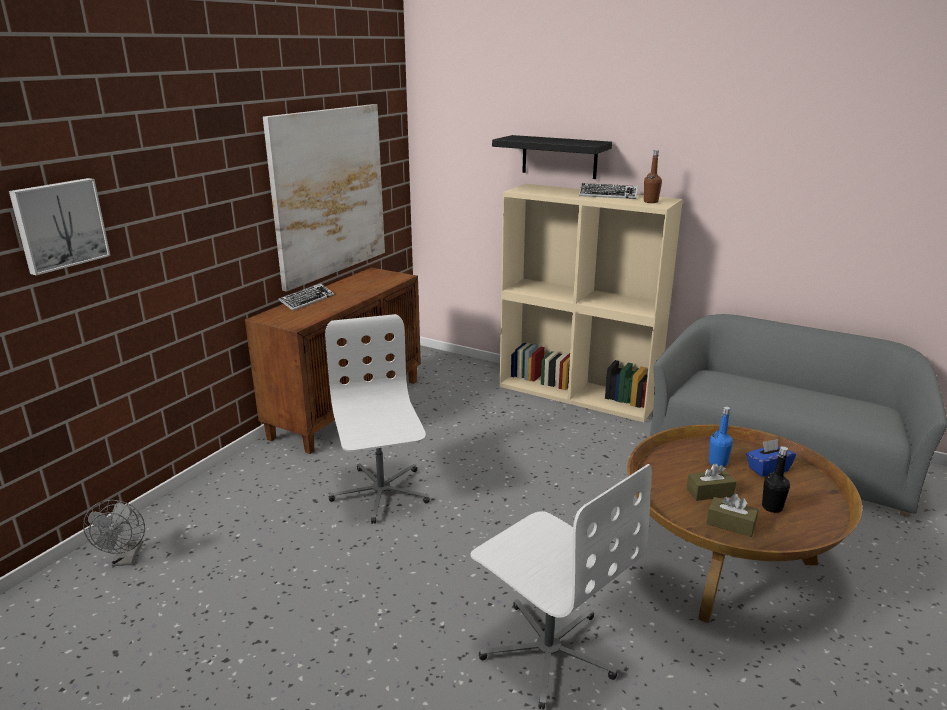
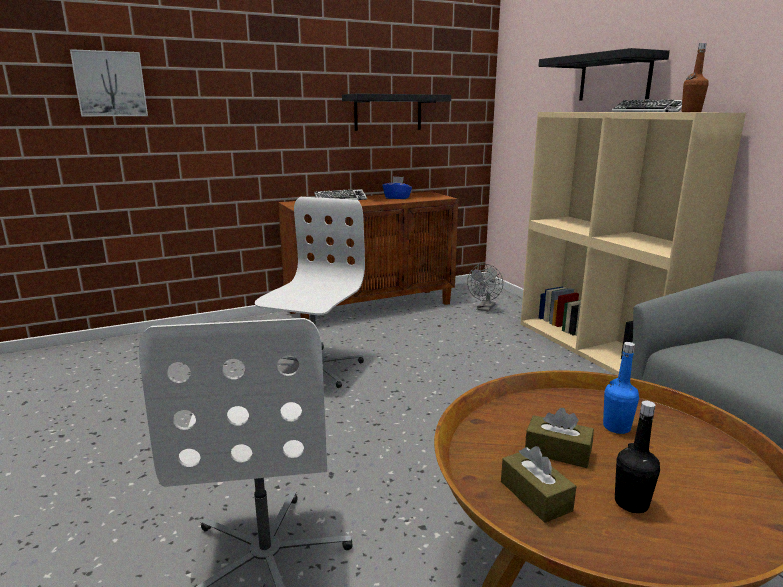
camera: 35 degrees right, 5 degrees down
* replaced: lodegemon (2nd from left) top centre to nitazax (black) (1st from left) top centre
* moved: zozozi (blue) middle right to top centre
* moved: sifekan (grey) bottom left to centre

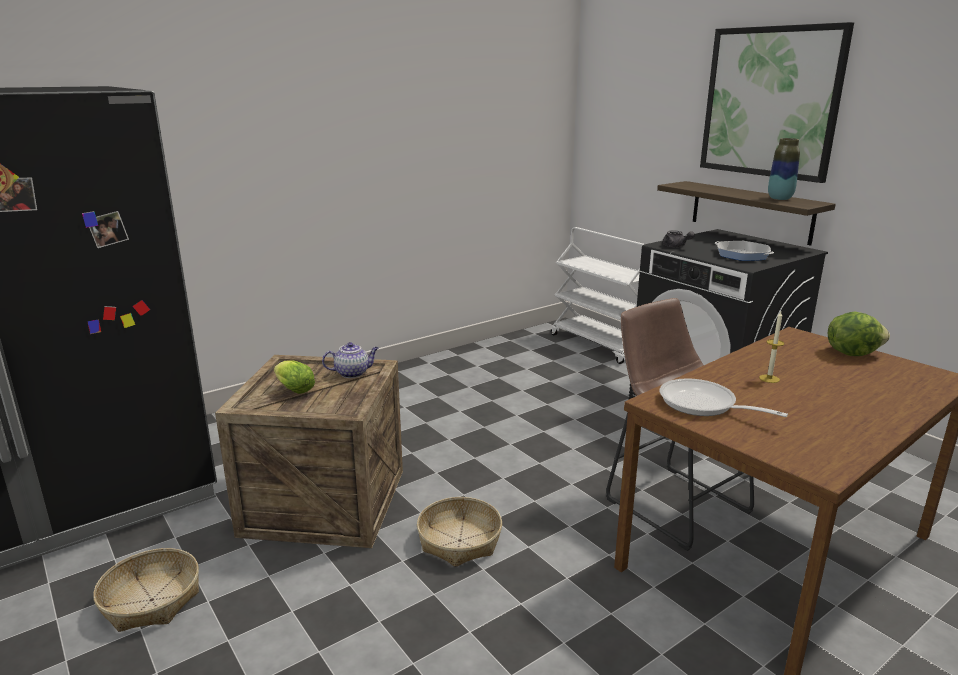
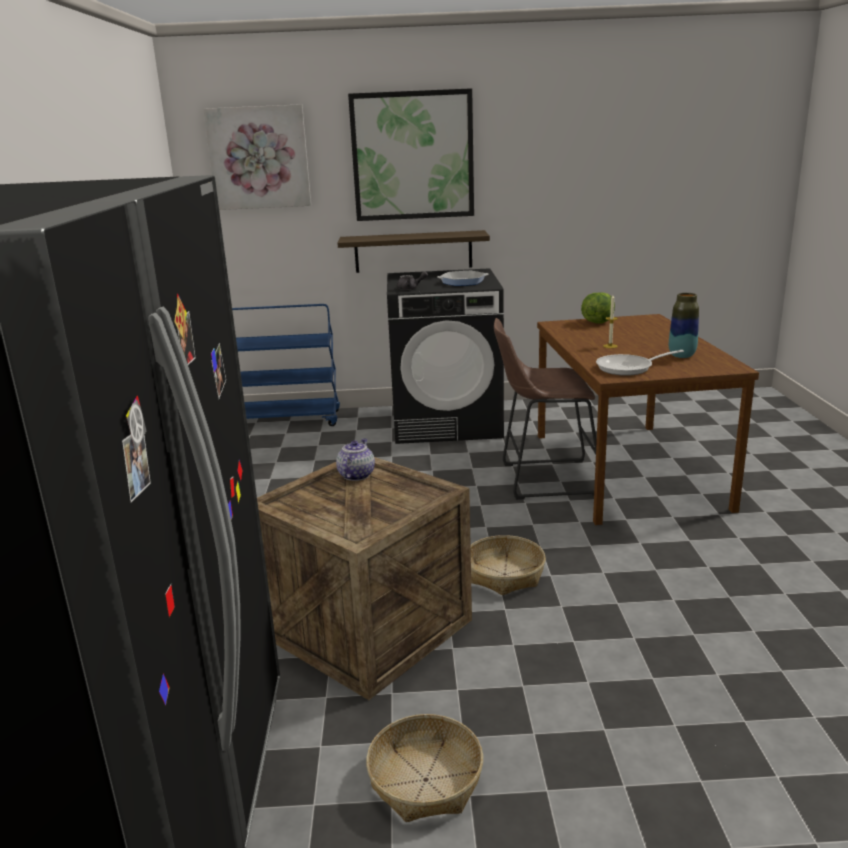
camera: 55 degrees left, 0 degrees up
* moved: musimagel top right to middle right
* recoloured: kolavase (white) centre to kolavase (blue) centre
* removed: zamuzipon (1st from left) middle left
* added: lodegemon (1st from left) top left

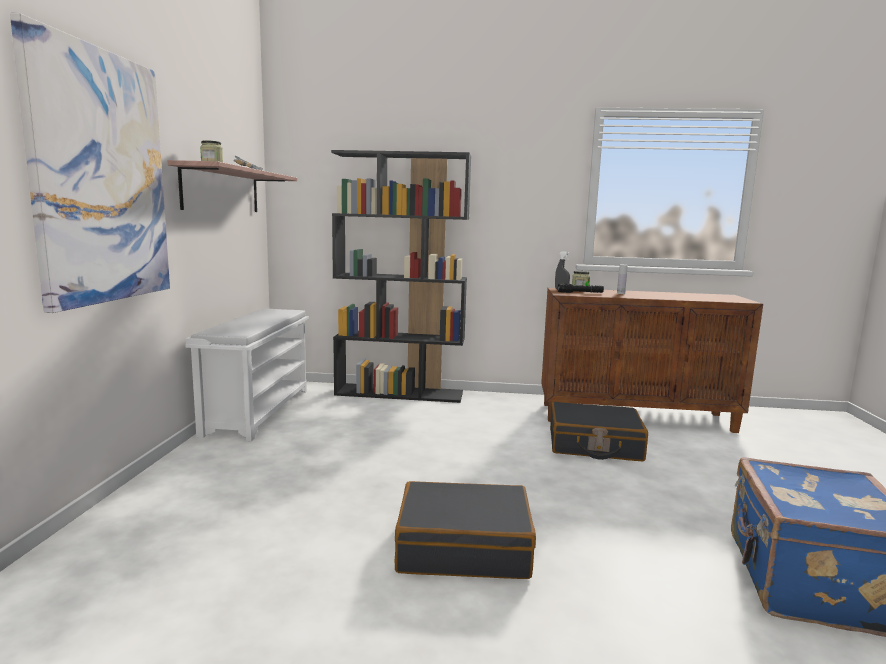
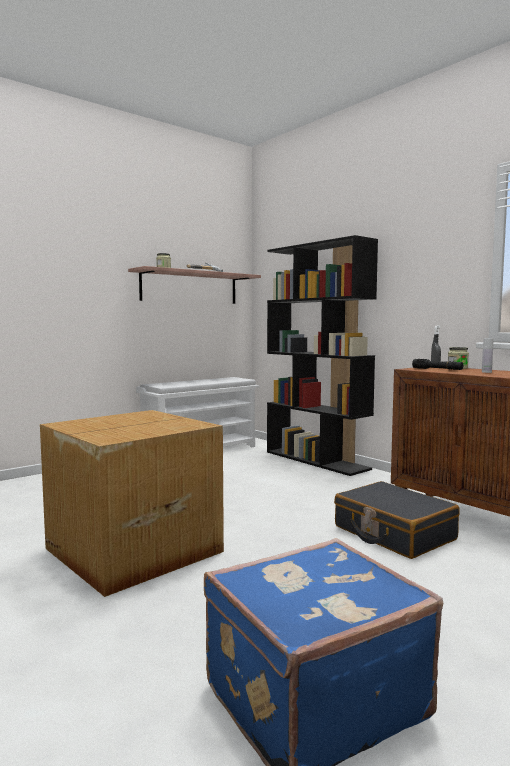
camera: 45 degrees right, 5 degrees down
* removed: lodegemon top left
* replaced: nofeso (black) (1st from left) bottom centre to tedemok middle left

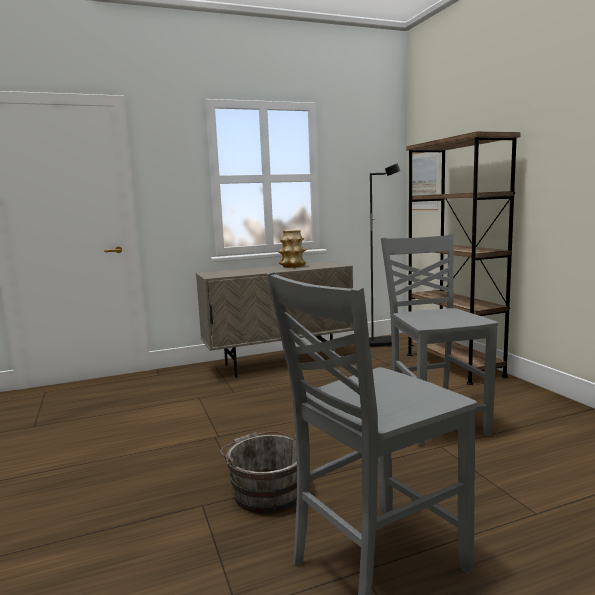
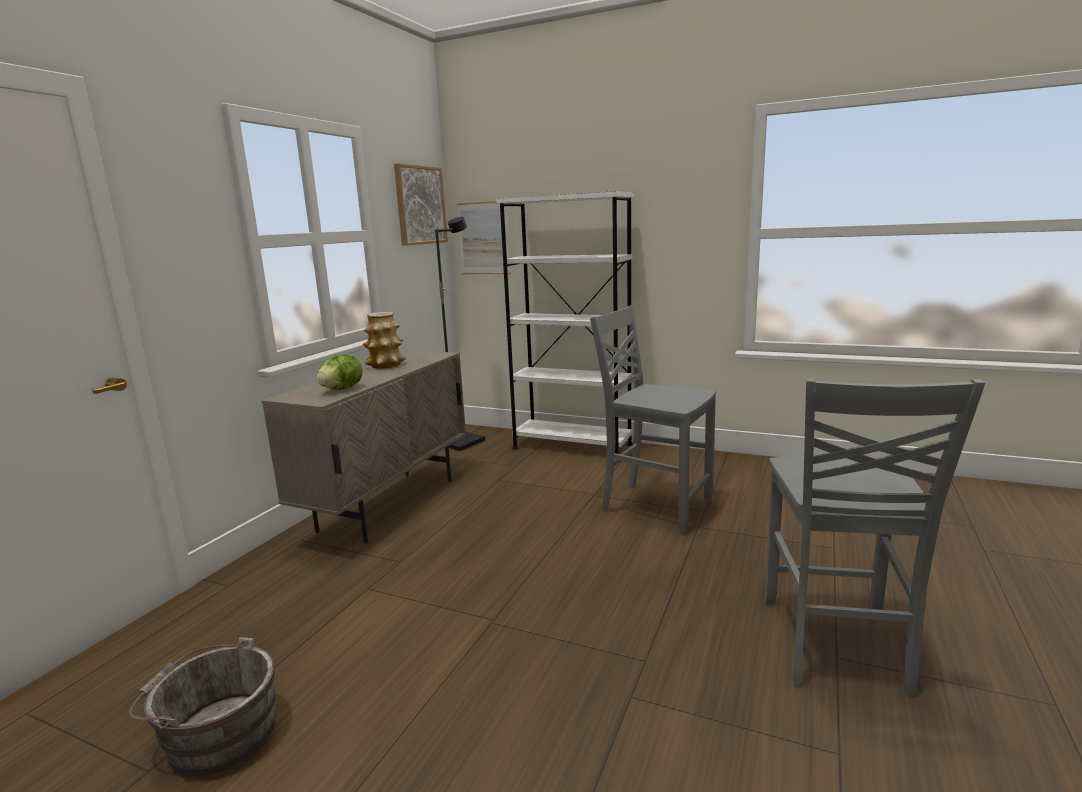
camera: 45 degrees left, 5 degrees up
* recoloured: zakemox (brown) middle right to zakemox (white) centre
* moved: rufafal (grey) bottom centre to bottom left
* added: lodegemon (1st from left) top centre
* added: zamuzipon middle left

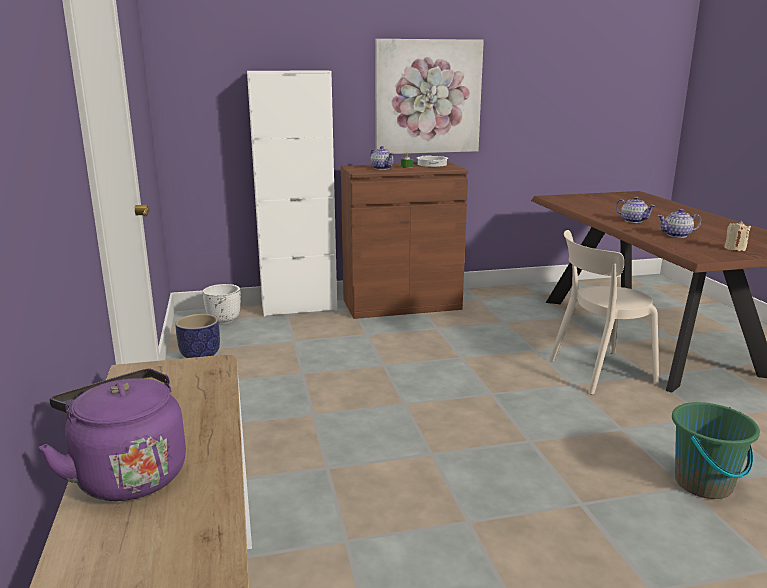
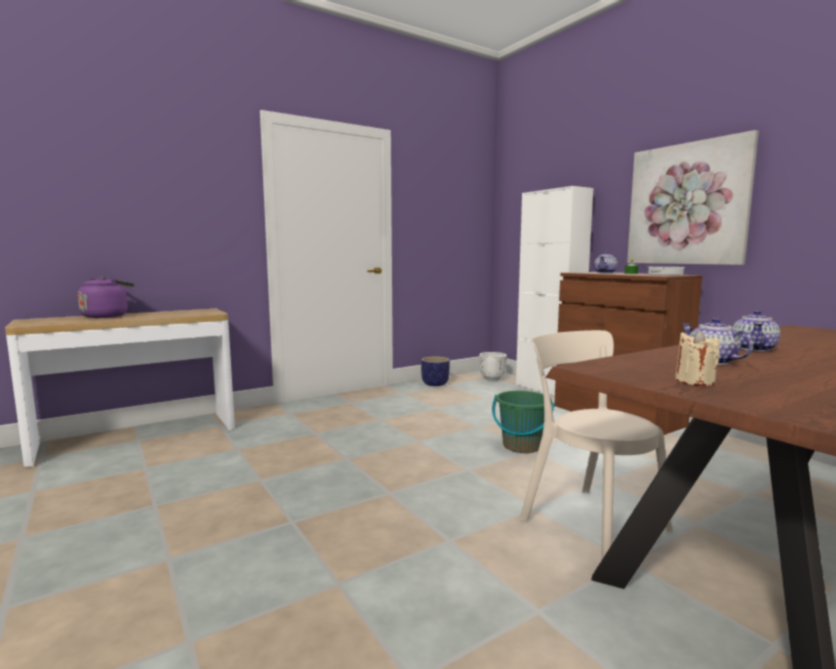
camera: 70 degrees right, 10 degrees down
* moved: rufafal (green) bottom right to centre

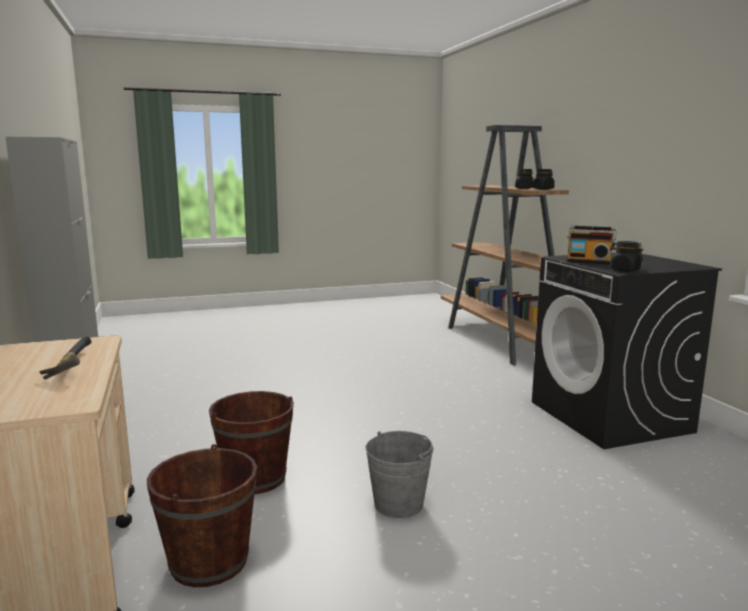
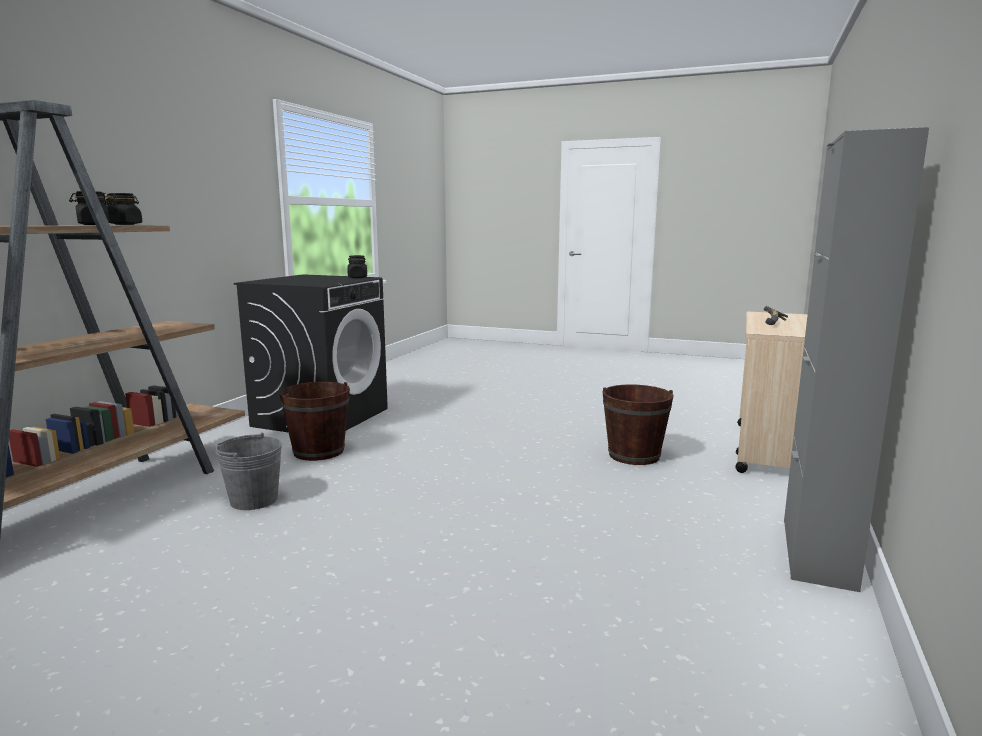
camera: 140 degrees left, 0 degrees up
* removed: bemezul middle right
* moved: rufafal (grey) bottom centre to middle left
* moved: rufafal (brown) (1st from left) bottom left to middle left

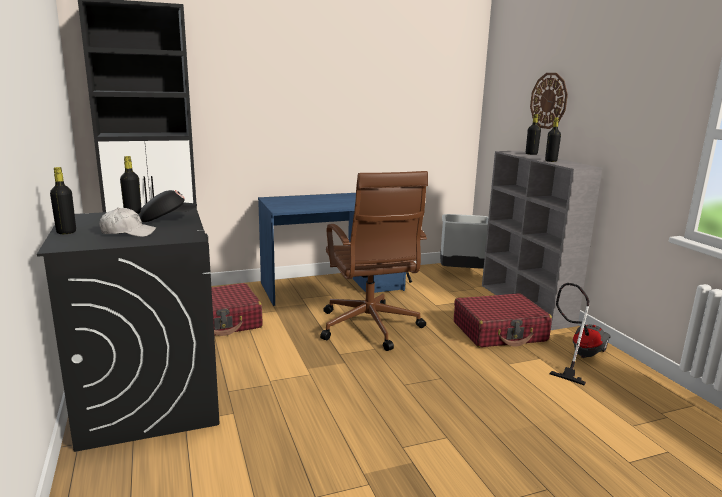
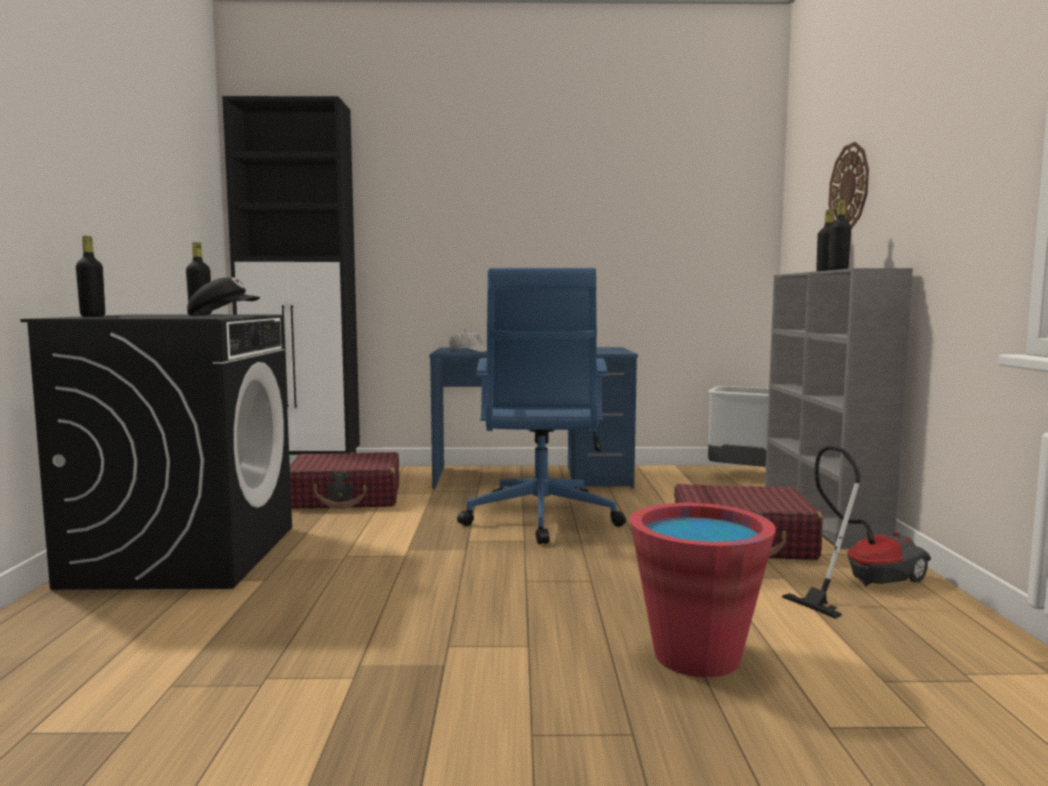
camera: 20 degrees right, 10 degrees down
* recoloured: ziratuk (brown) centre to ziratuk (blue) centre
* moved: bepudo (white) middle left to centre
* added: rufafal (red) bottom right

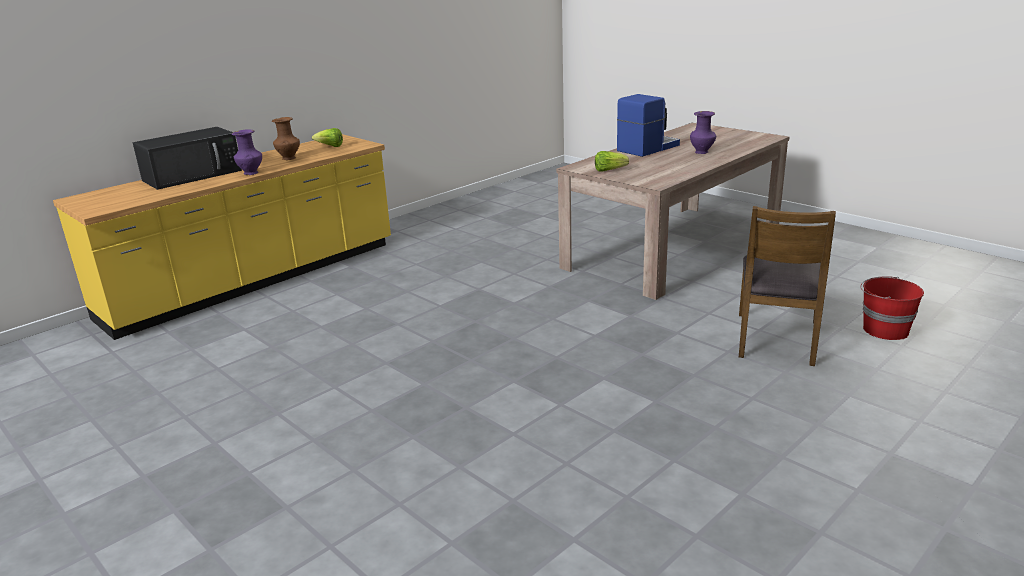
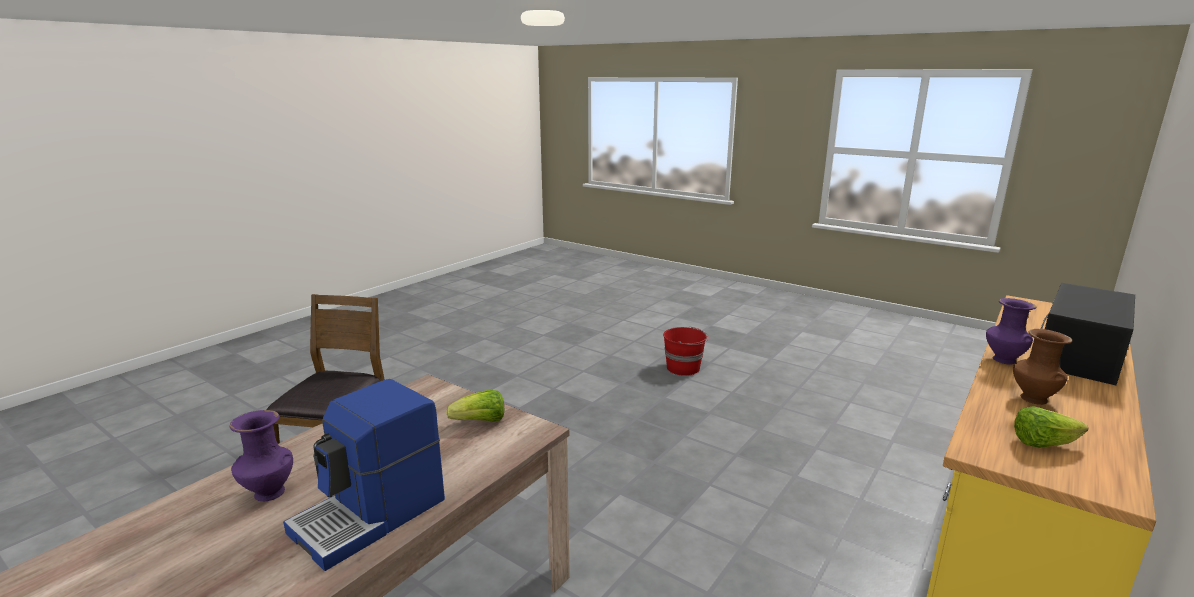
camera: 170 degrees right, 5 degrees down
* moved: rufafal (red) middle right to centre

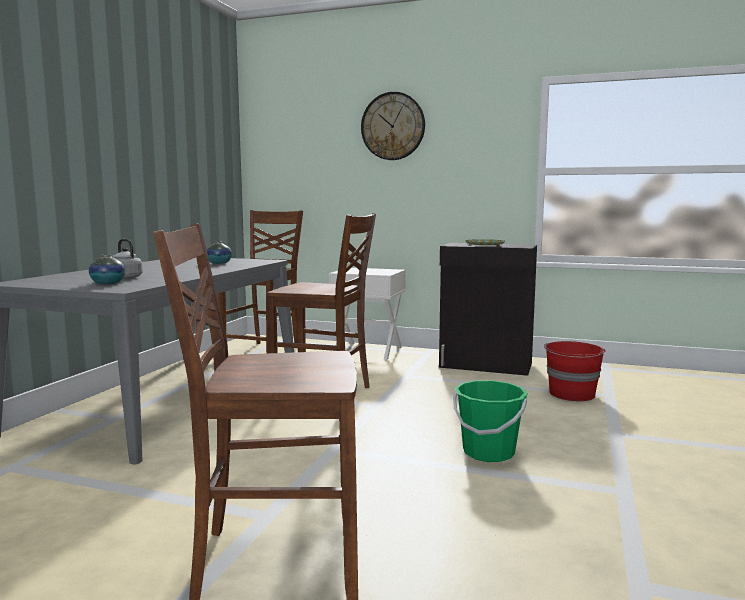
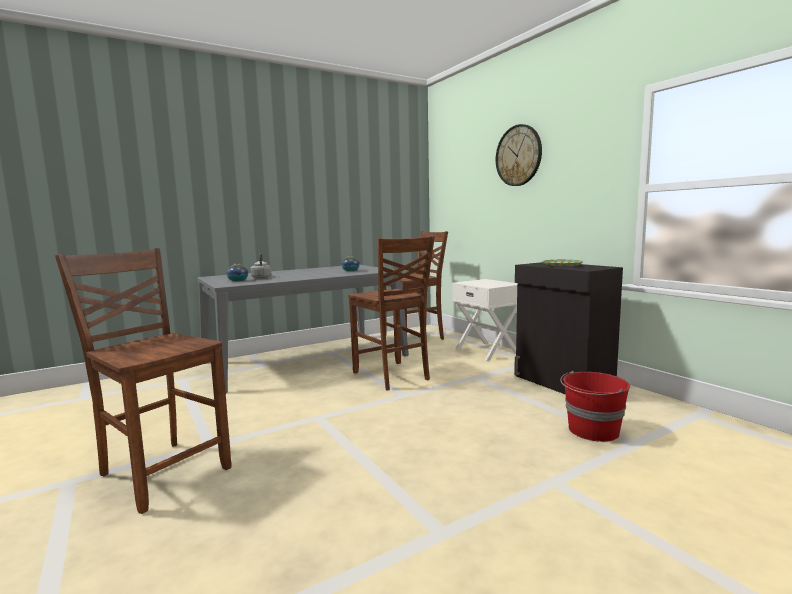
camera: 40 degrees right, 0 degrees up
* removed: rufafal (green) bottom centre

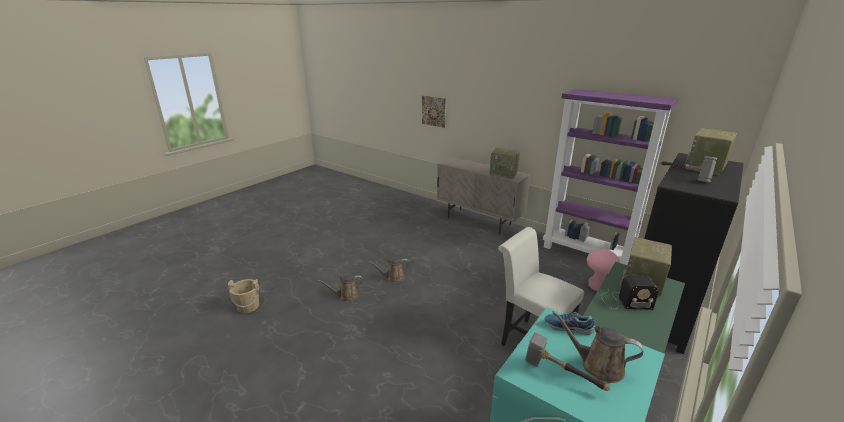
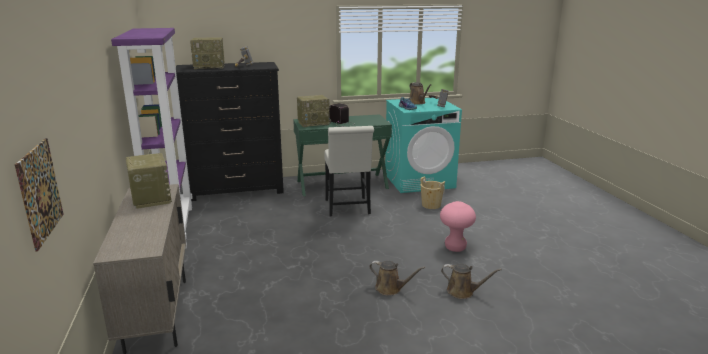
camera: 140 degrees left, 5 degrees down
* moved: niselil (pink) middle right to centre
* moved: rufafal (beige) bottom left to centre

